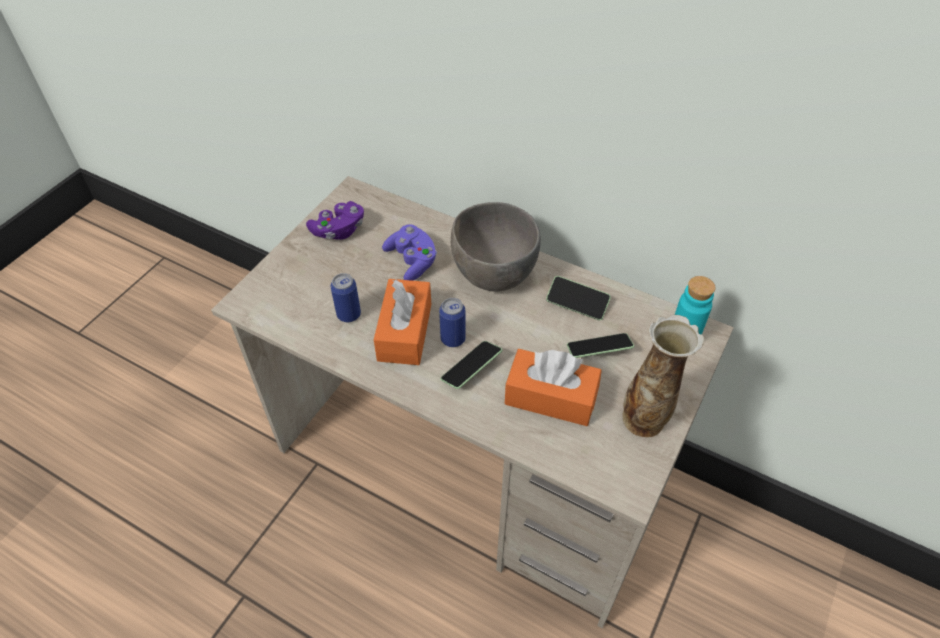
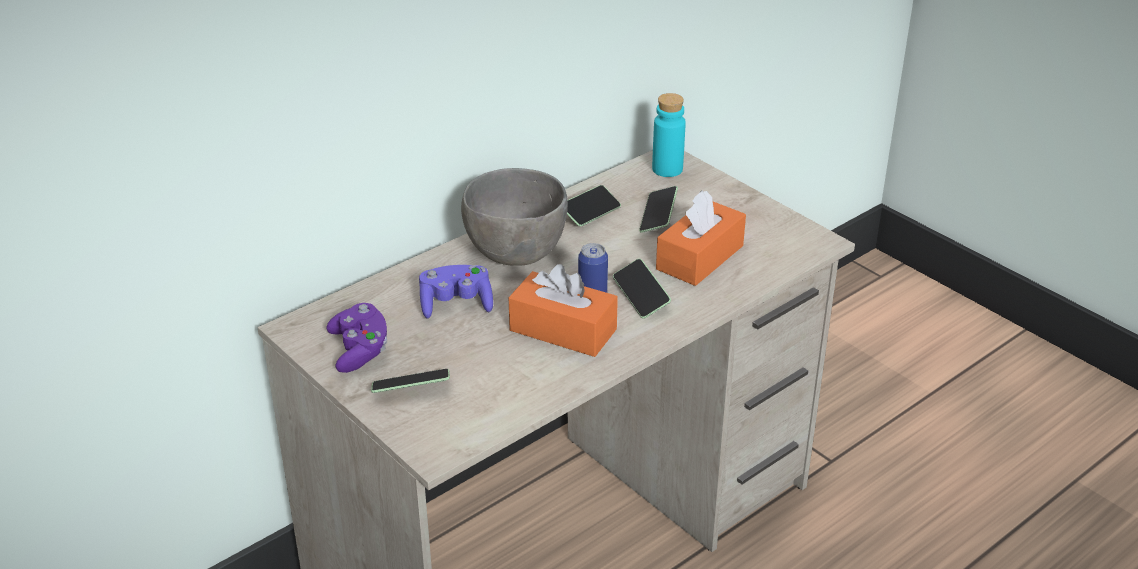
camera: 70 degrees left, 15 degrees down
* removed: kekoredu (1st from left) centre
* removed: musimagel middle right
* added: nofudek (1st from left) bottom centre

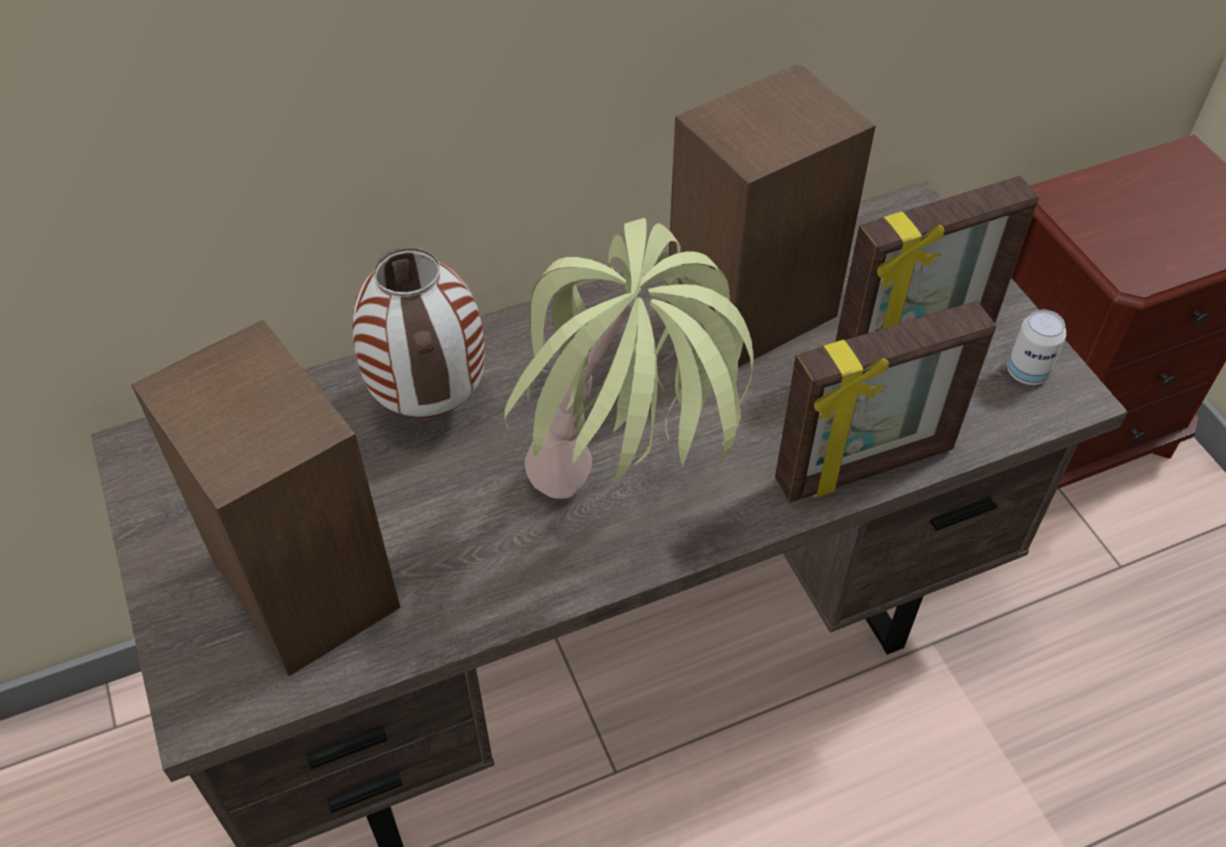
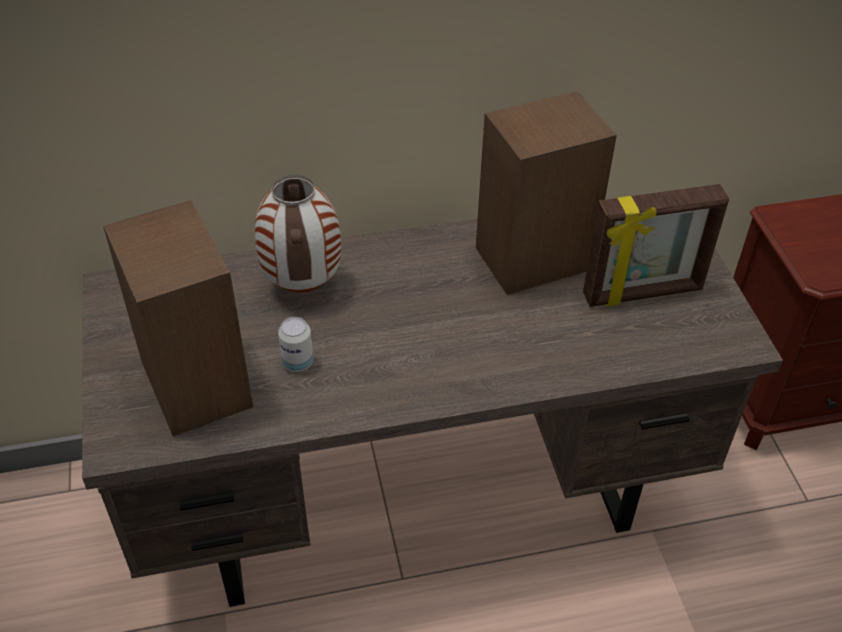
camera: 10 degrees right, 5 degrees down
* removed: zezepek centre
* removed: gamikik (1st from left) middle right
* moved: kekoredu middle right to centre

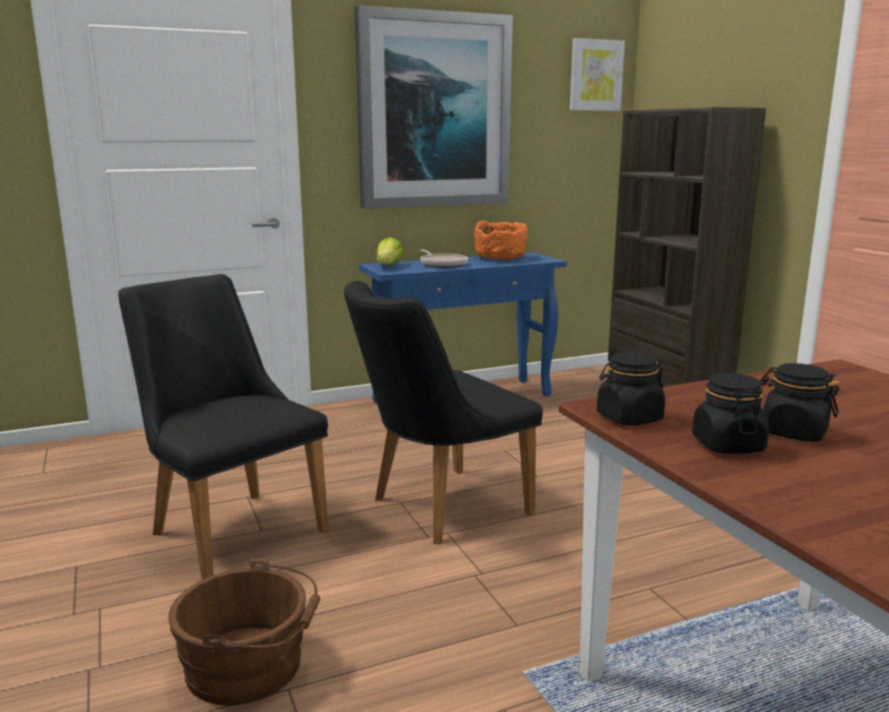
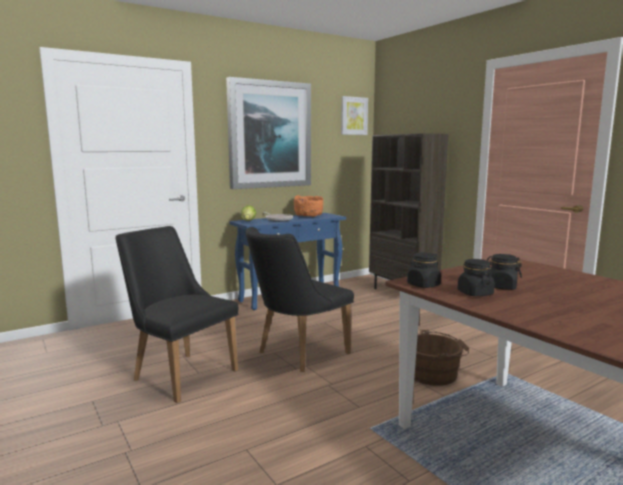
camera: 10 degrees left, 5 degrees down
* moved: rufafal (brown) bottom left to bottom right

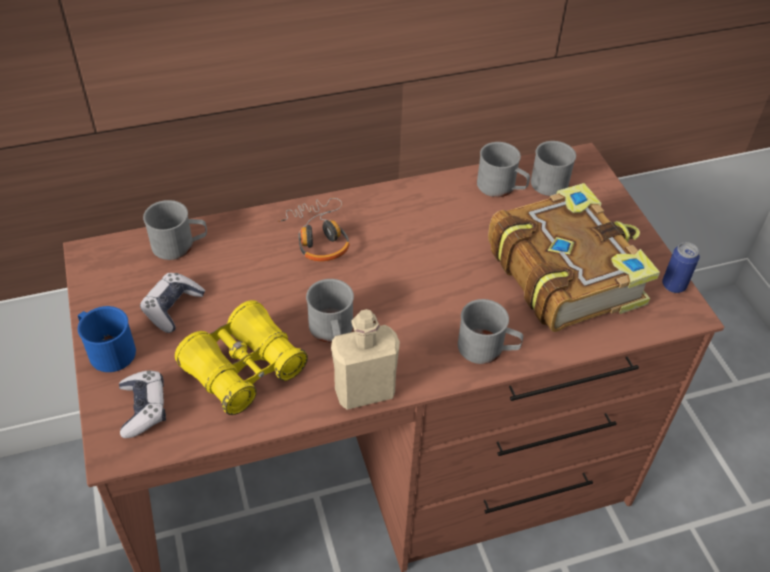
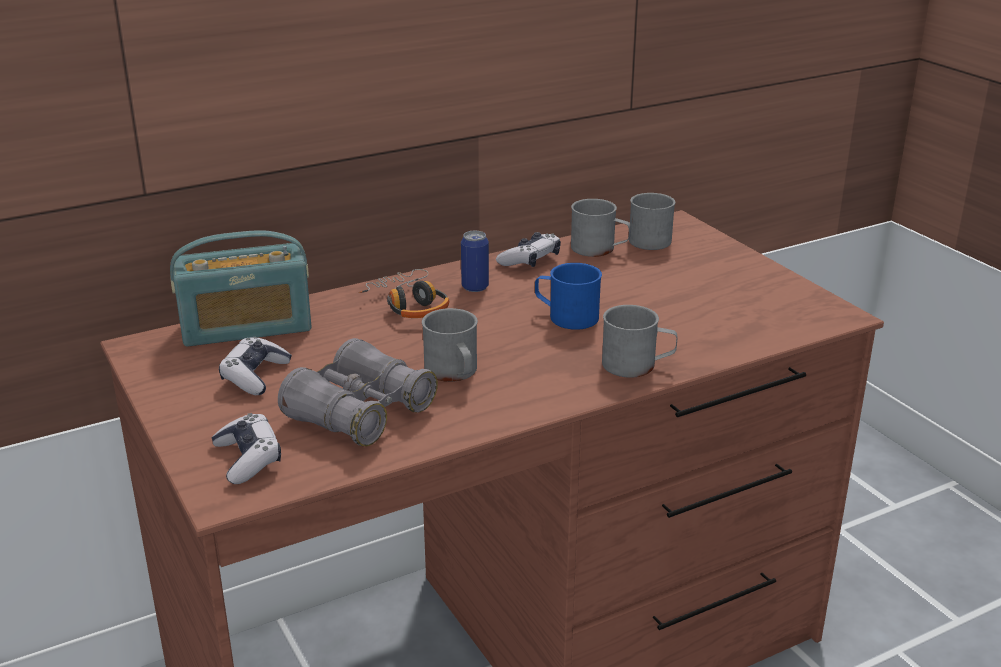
camera: 10 degrees left, 20 degrees down
* removed: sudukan middle right
* replaced: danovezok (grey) (1st from left) middle left to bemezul middle left
* moved: kekoredu middle right to centre
* recoloured: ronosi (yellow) middle left to ronosi (grey) centre
* moved: danovezok (blue) middle left to centre
* removed: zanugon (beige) centre
* added: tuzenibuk (3rd from left) centre

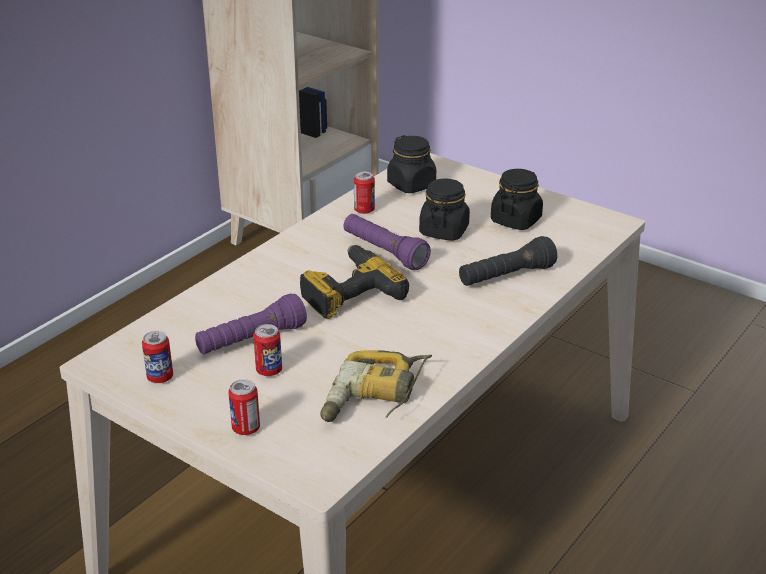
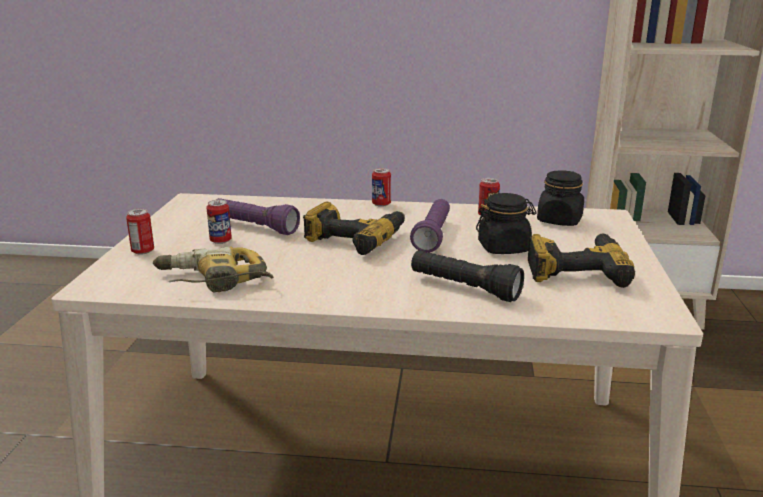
camera: 60 degrees right, 10 degrees down
* replaced: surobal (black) (3rd from left) middle right to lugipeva (3rd from left) middle right
* moved: kekoredu (1st from left in the first image) middle left to kekoredu (3rd from left) centre

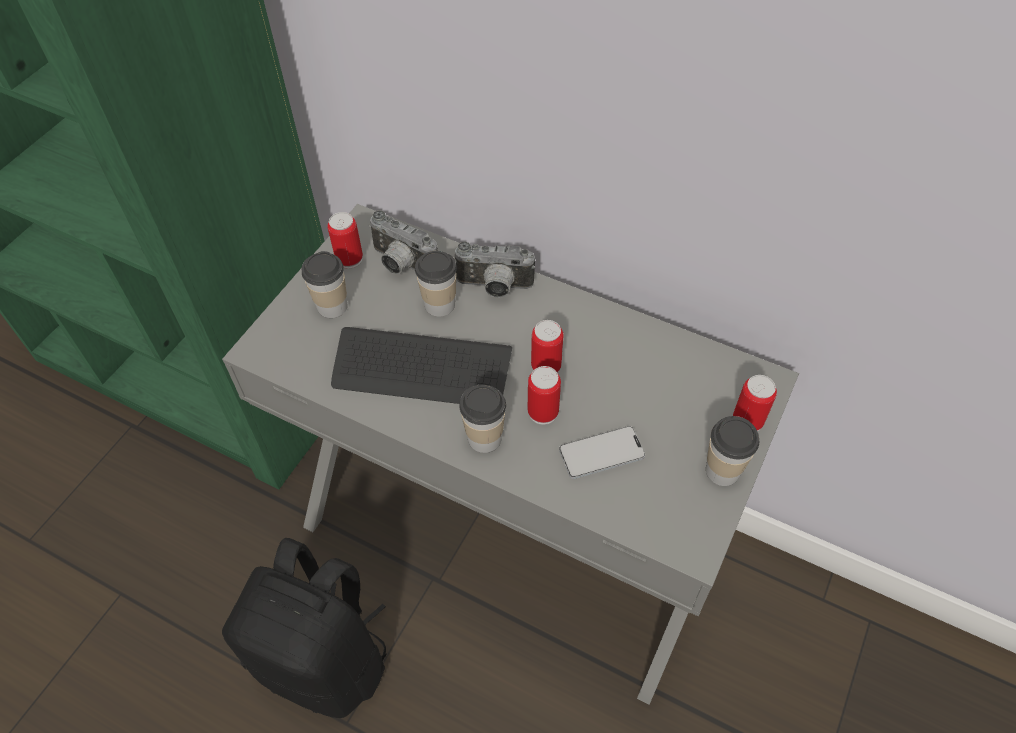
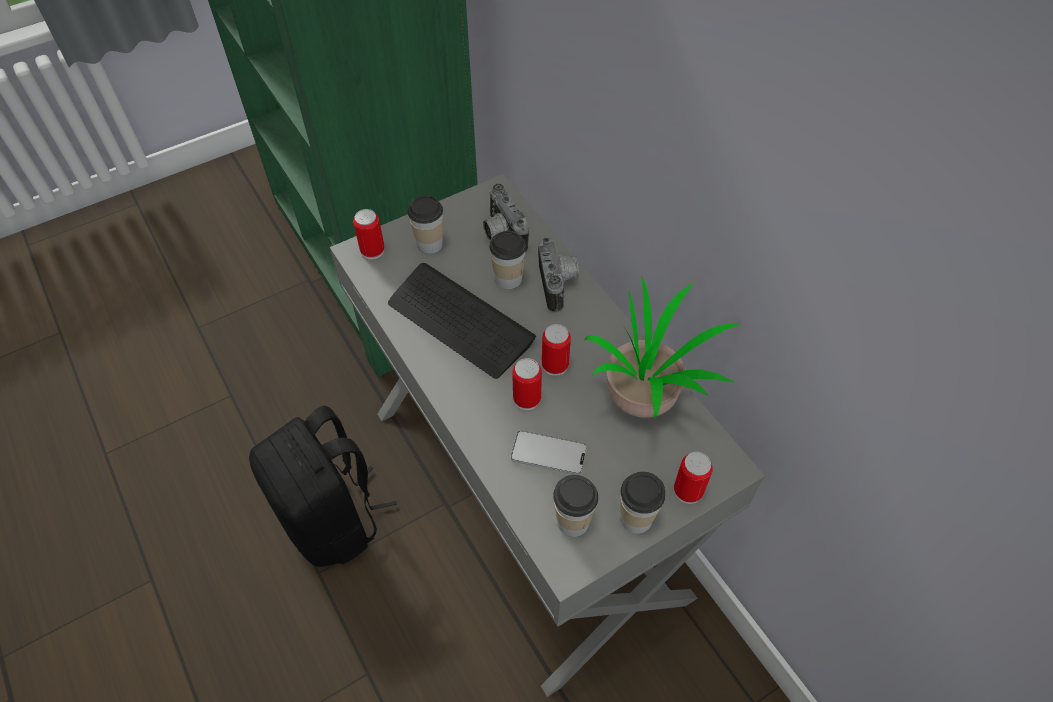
camera: 30 degrees right, 0 degrees up
* moved: kekoredu (1st from left) top centre to centre
* turned: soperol (2nd from left) centre = centre 135 degrees counterclockwise
* moved: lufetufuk (3rd from left) centre to bottom centre
* added: zezepek centre

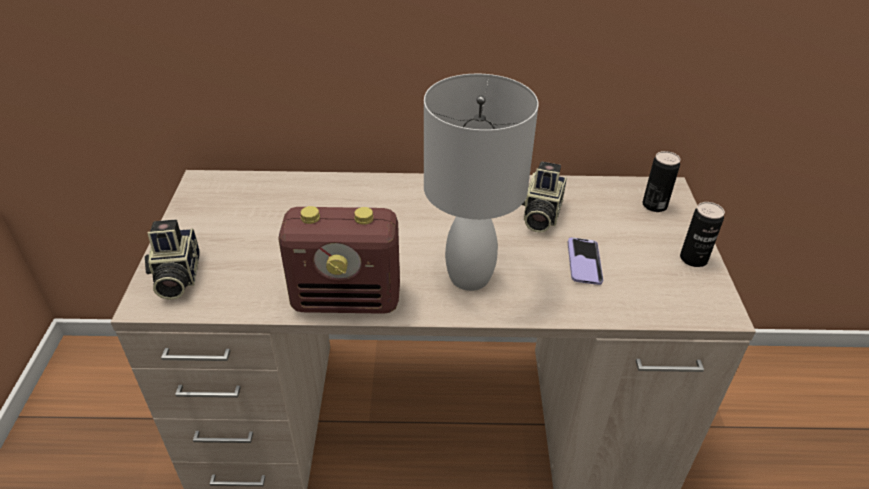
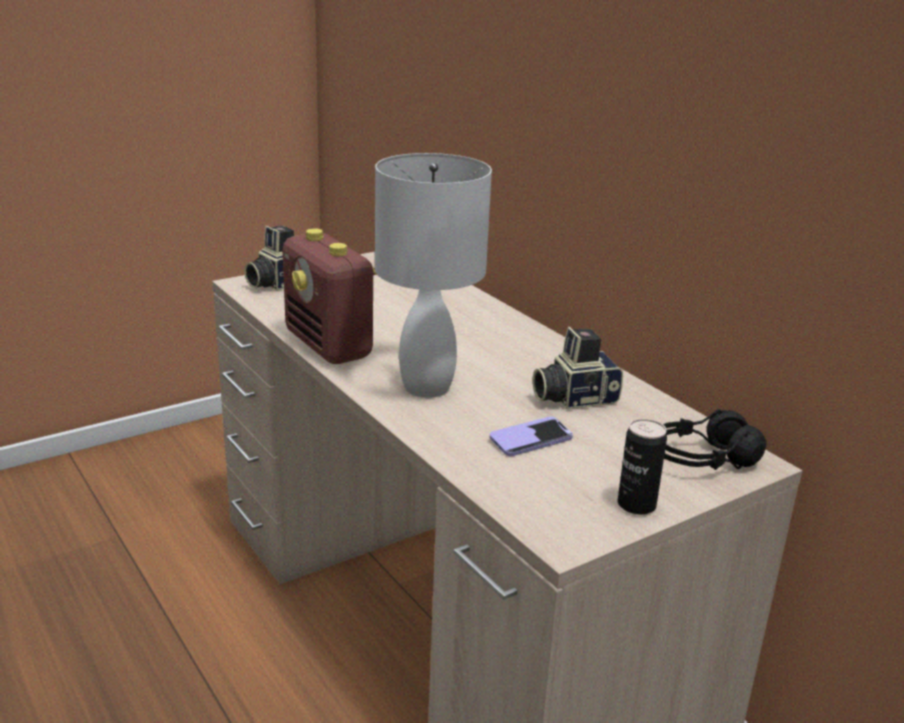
camera: 55 degrees right, 15 degrees down
* replaced: kekoredu (1st from left) middle right to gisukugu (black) middle right

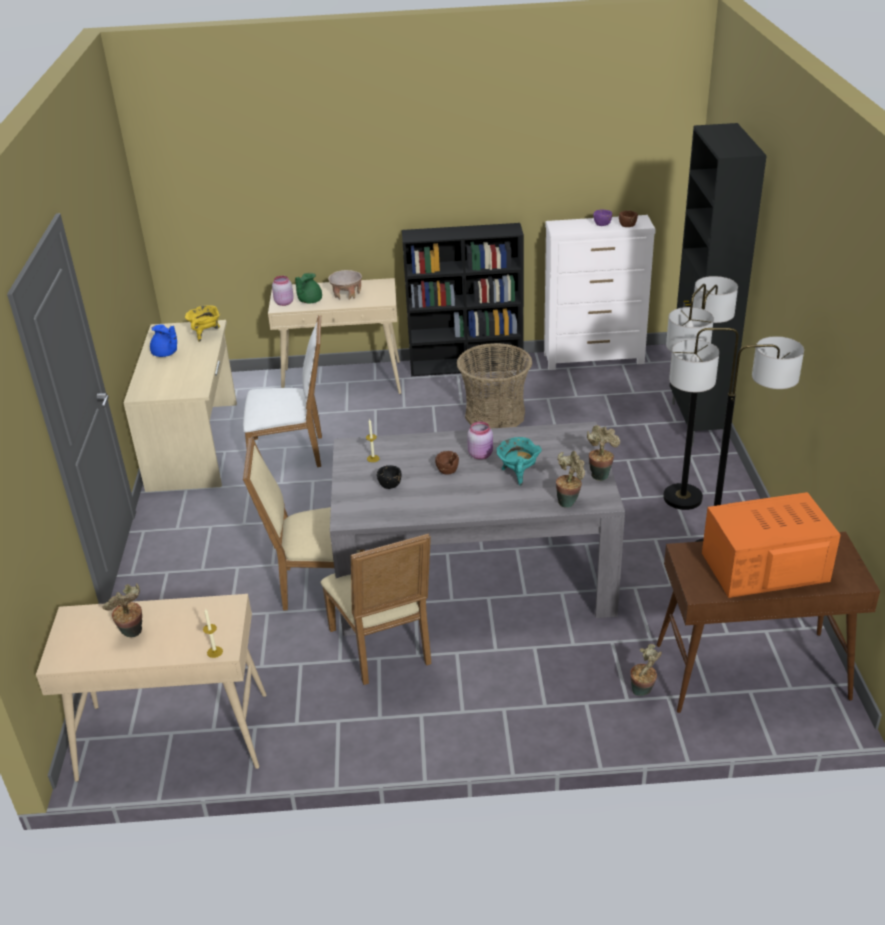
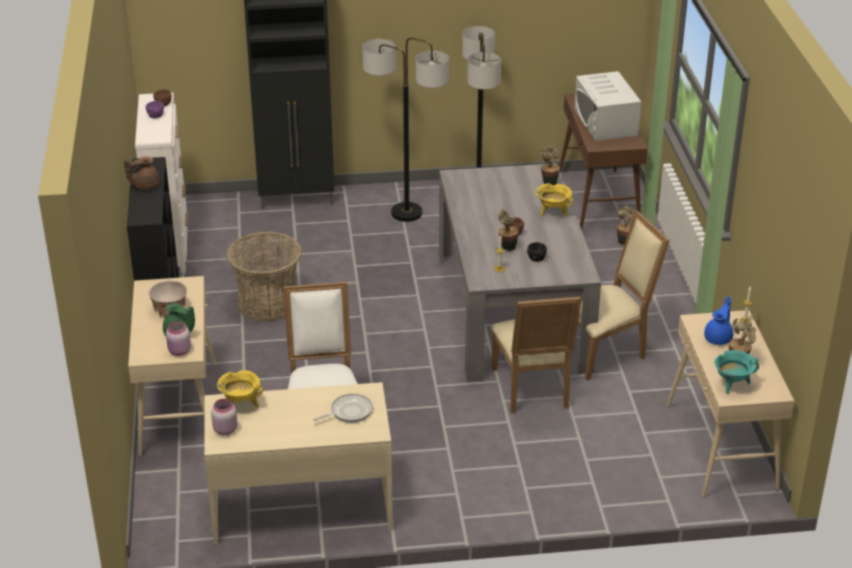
camera: 95 degrees left, 0 degrees up
* moved: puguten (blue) middle left to middle right
* moved: surobal (pink) (2nd from left) centre to bottom left
* moved: zezepek (3rd from left in the first image) middle right to zezepek (1st from left) centre
* moved: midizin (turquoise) centre to middle right
* recoloured: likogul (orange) middle right to likogul (white) top right
* added: puguten (brown) top left
* added: midizin (yellow) (2nd from left) centre
* added: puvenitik bottom centre

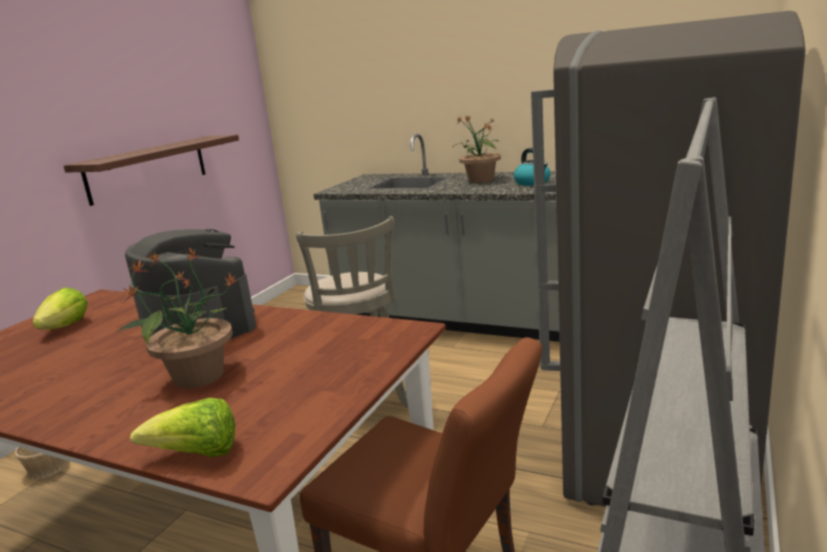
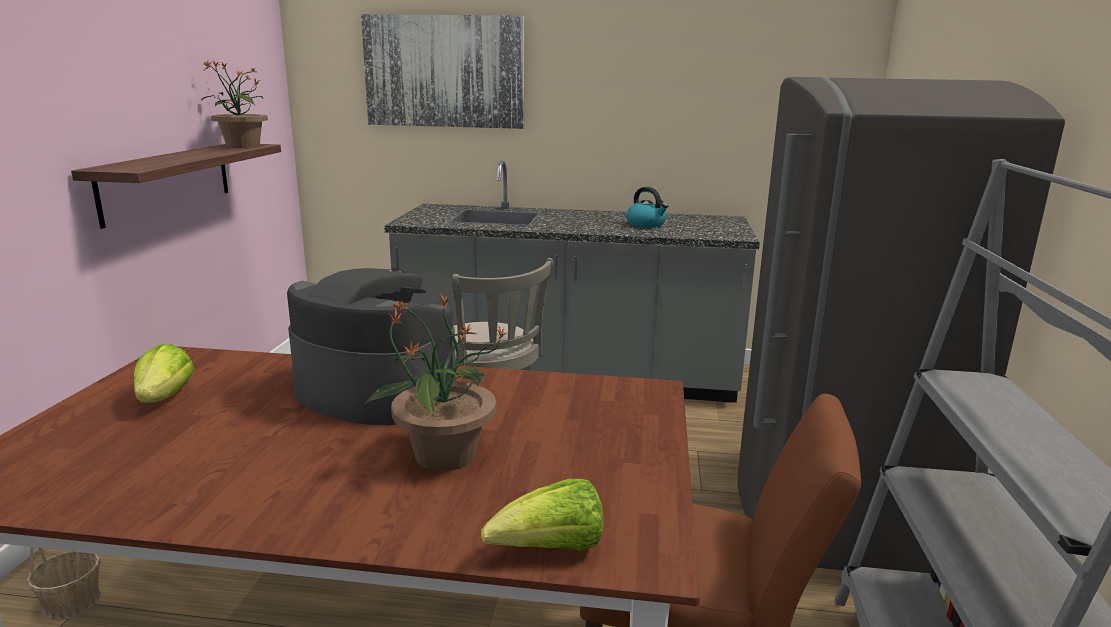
camera: 20 degrees left, 0 degrees up
* moved: zezepek (2nd from left in the first image) top centre to zezepek (1st from left) top left
* added: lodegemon top centre

